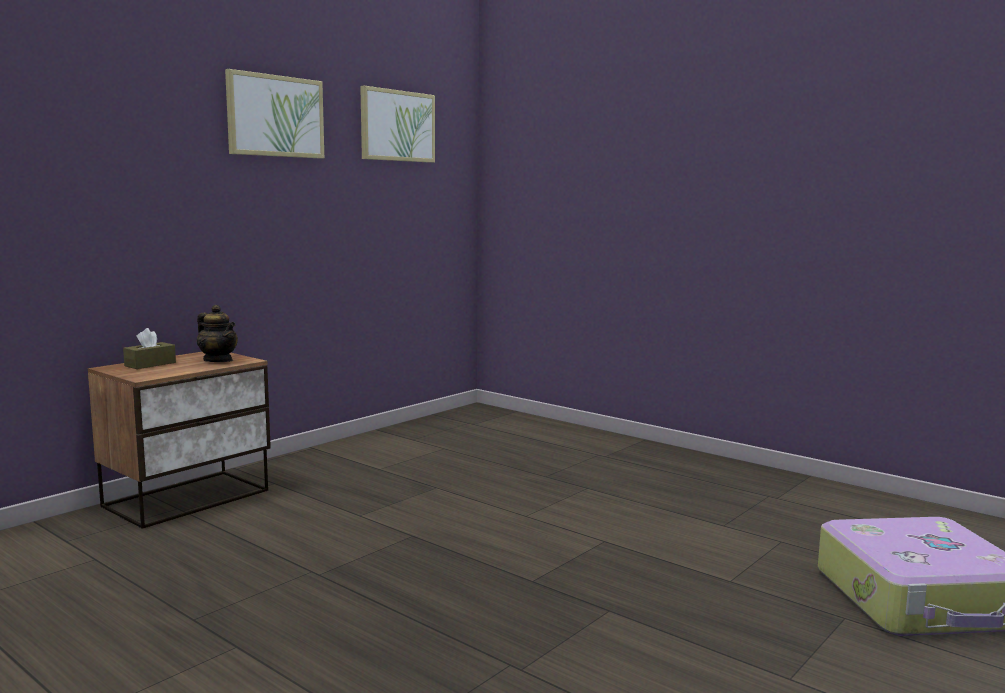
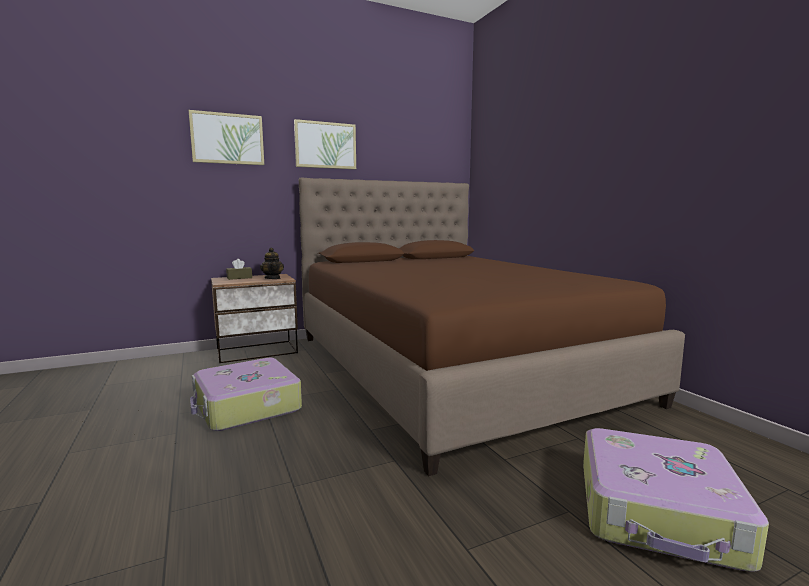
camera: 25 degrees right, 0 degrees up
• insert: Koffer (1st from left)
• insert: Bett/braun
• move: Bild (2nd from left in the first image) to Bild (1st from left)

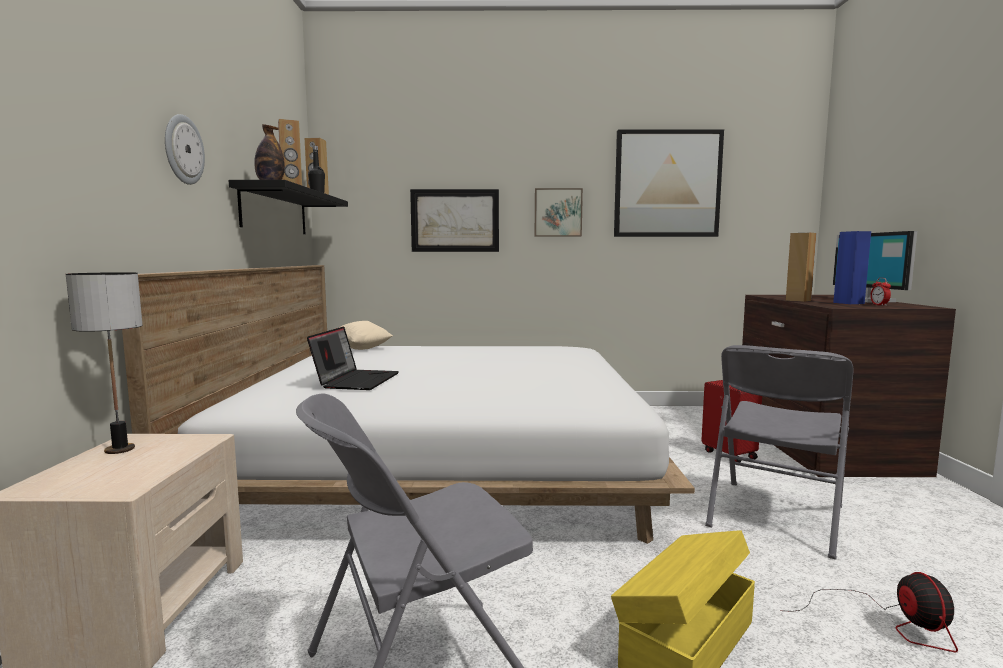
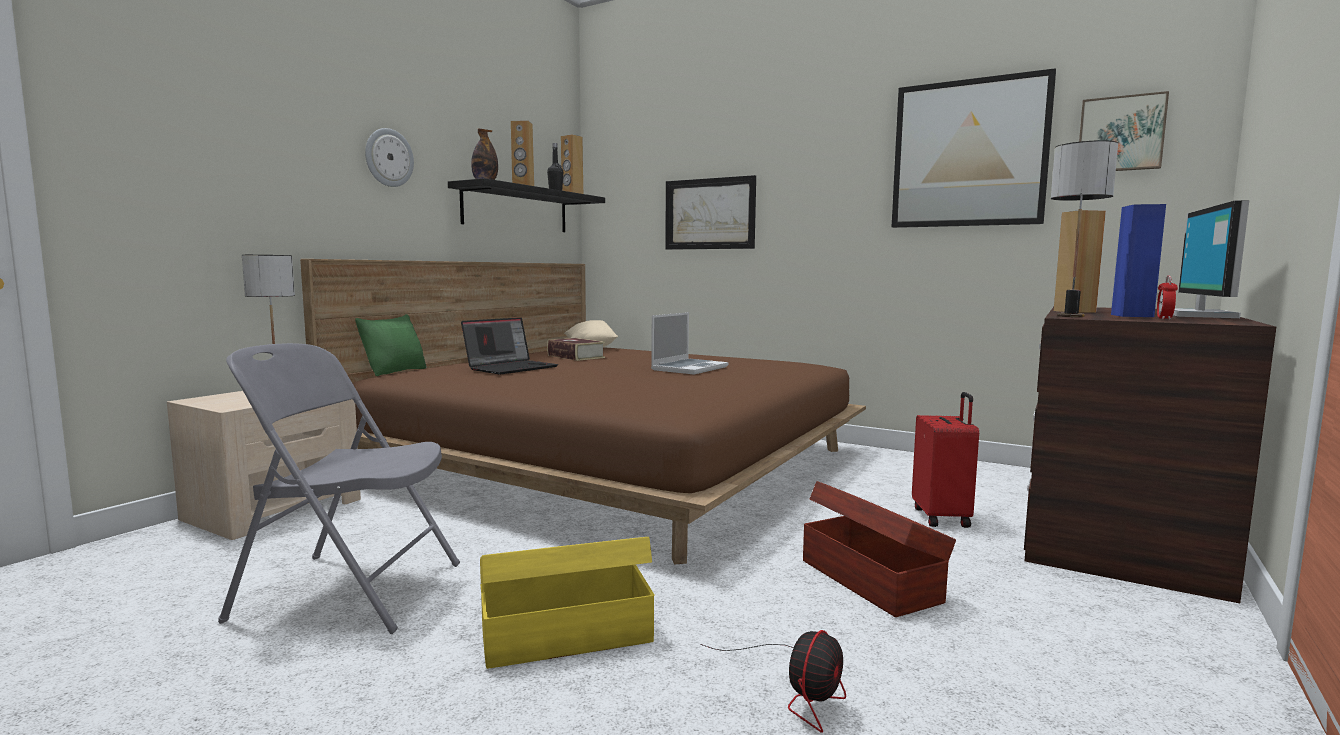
camera: 30 degrees right, 0 degrees up
• insert: Kissen/grün
• insert: Buch
• insert: Laptop (2nd from left)
• insert: Tischlampe (2nd from left)
• move: Bild (2nd from left in the first image) to Bild (3rd from left)
• replace: Stuhl/grau (2nd from left) to Aufbewahrungsbox/braun
• recolor: Bett/weiß to Bett/braun

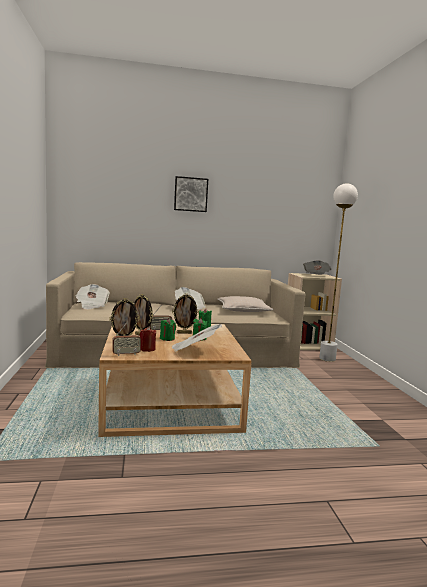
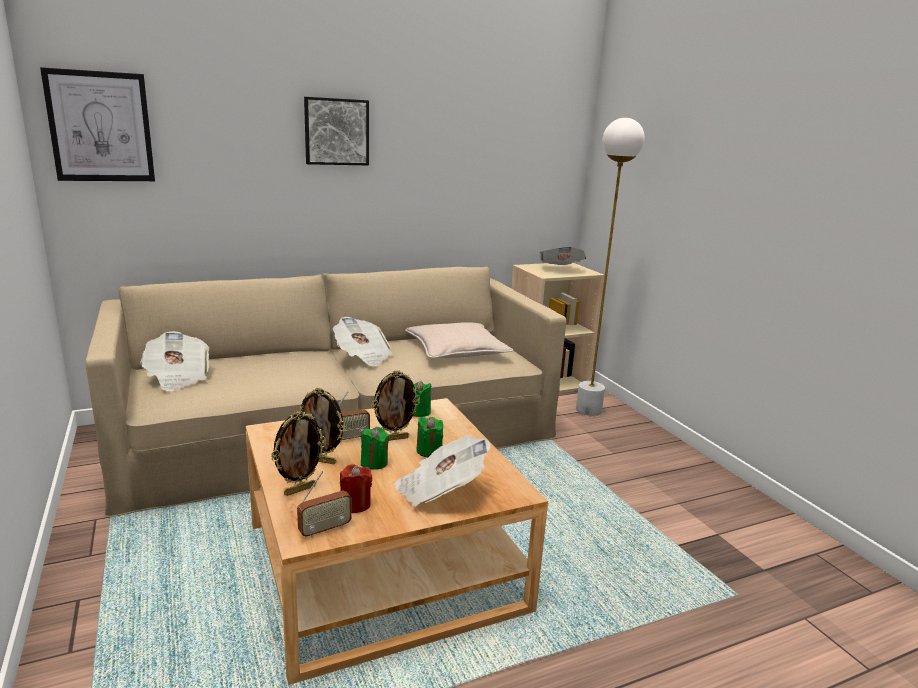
camera: 15 degrees left, 10 degrees up
• insert: Bild (1st from left)

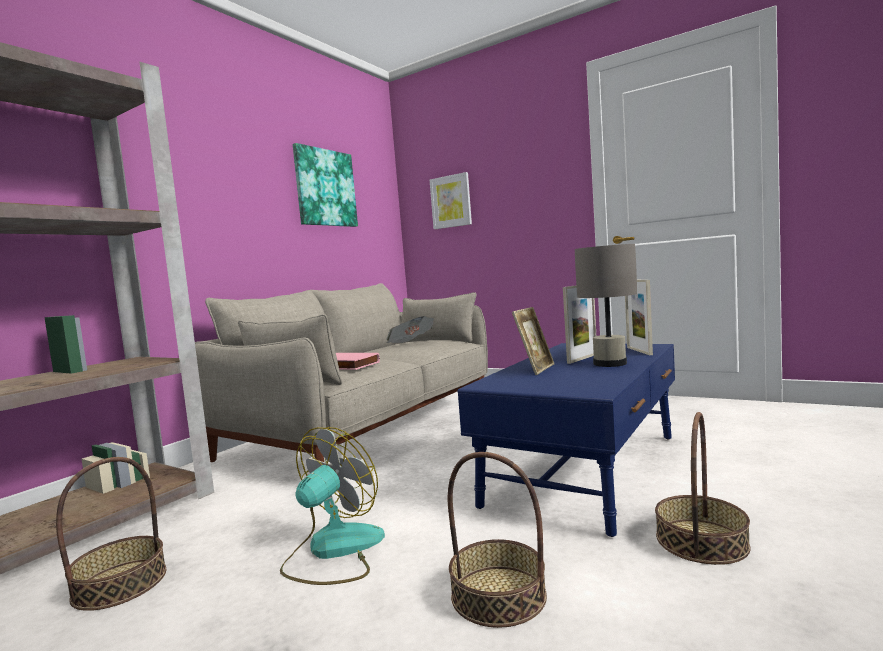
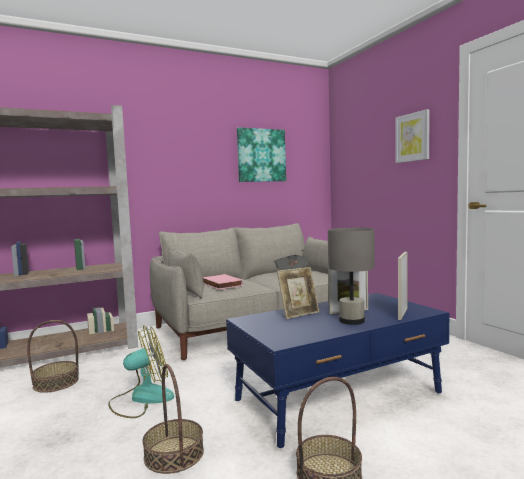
camera: 30 degrees right, 0 degrees up
• move: Bild (2nd from left)

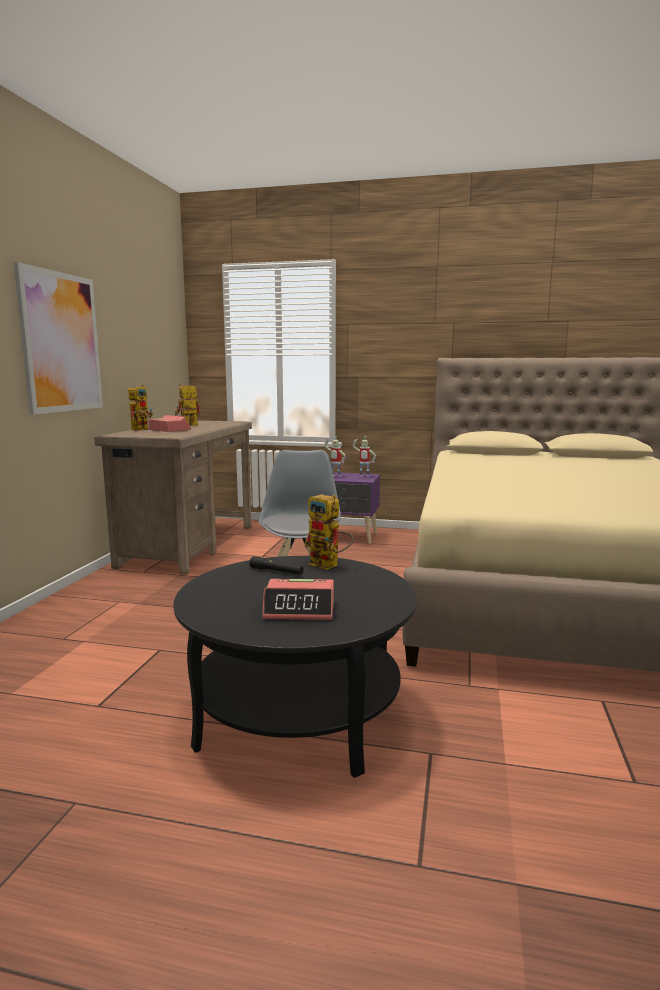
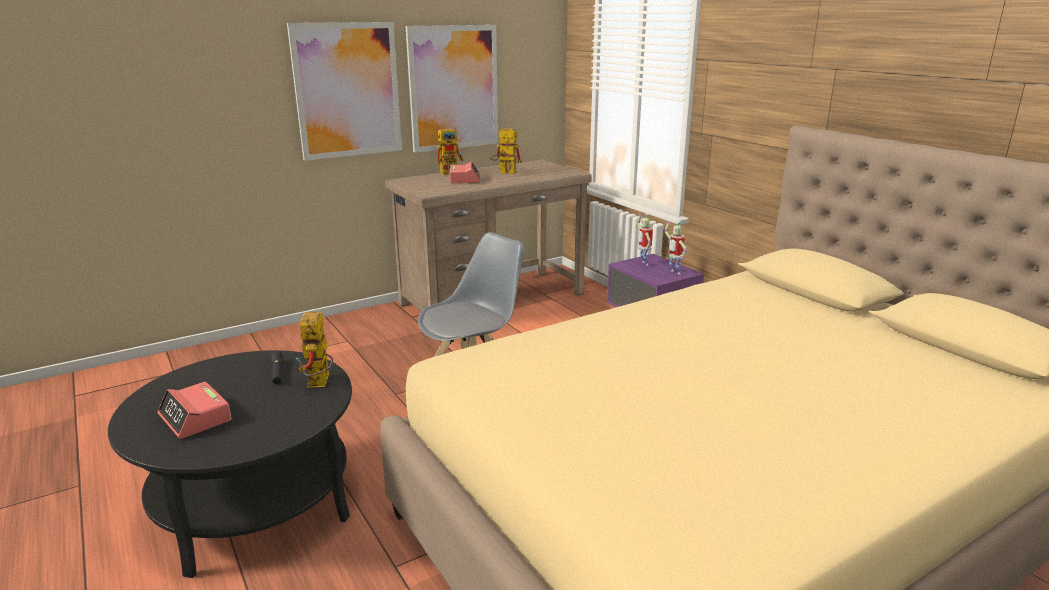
camera: 45 degrees right, 10 degrees up
• insert: Bild (2nd from left)

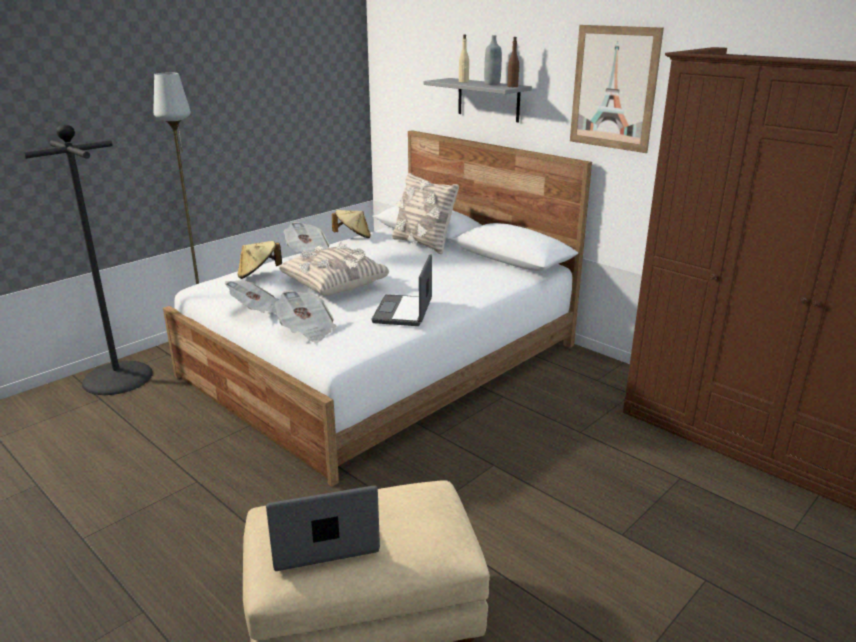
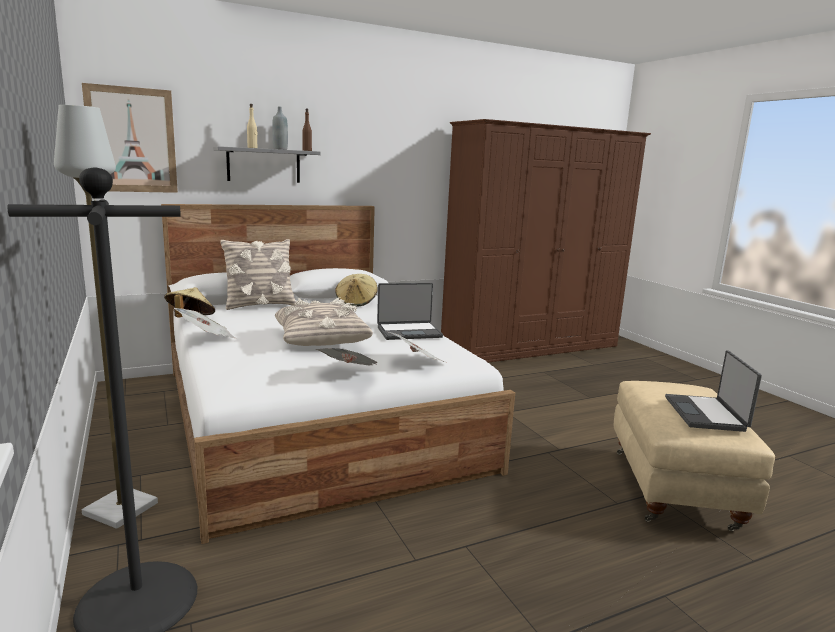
camera: 70 degrees left, 10 degrees down
• move: Hut/beige (1st from left in the first image) to Hut/beige (2nd from left)
• move: Bild
• rotate: Laptop (2nd from left in the first image) 45 degrees counterclockwise

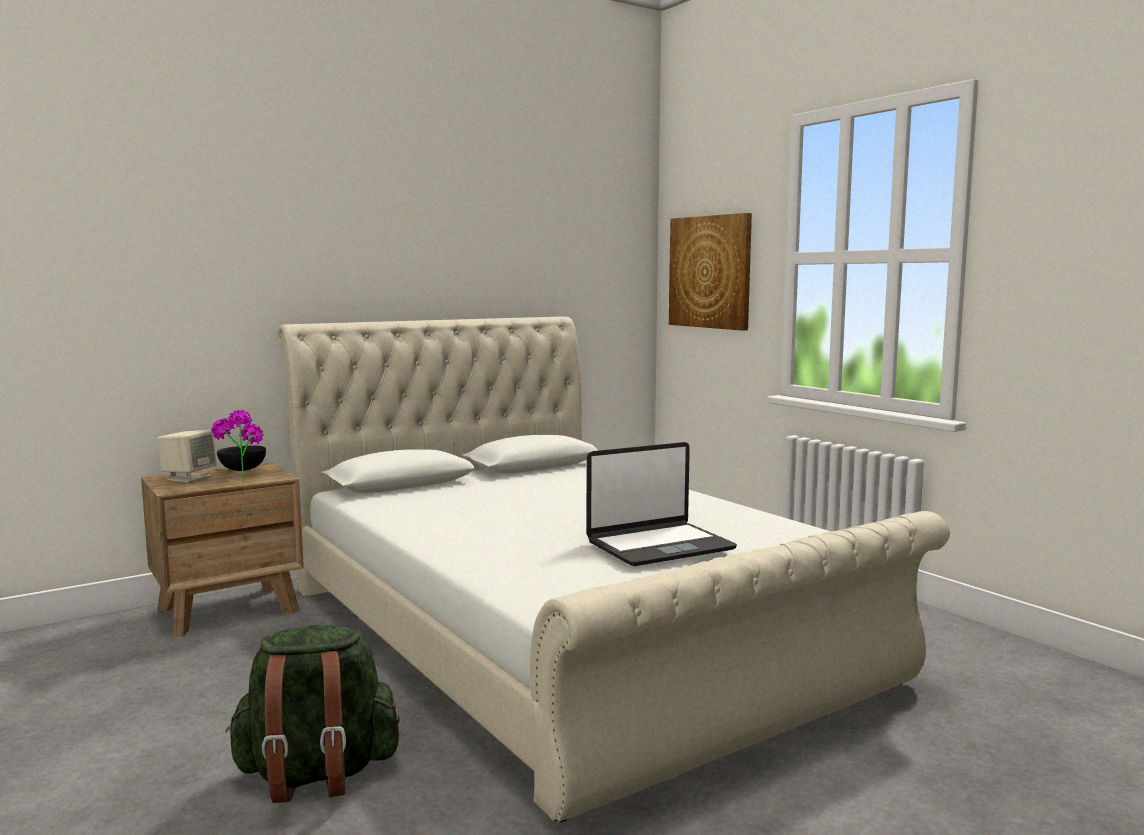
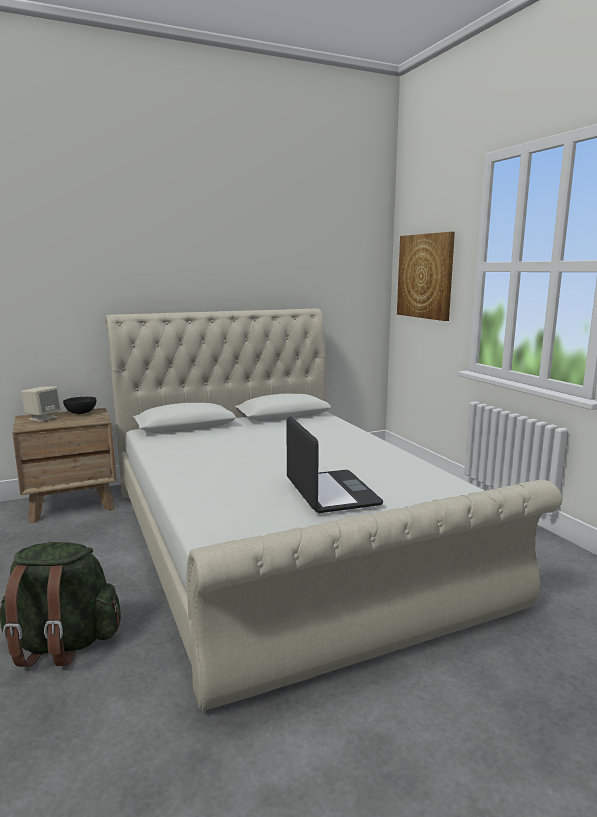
camera: 10 degrees right, 5 degrees up
• delete: Topfpflanze
• rotate: Laptop 90 degrees counterclockwise

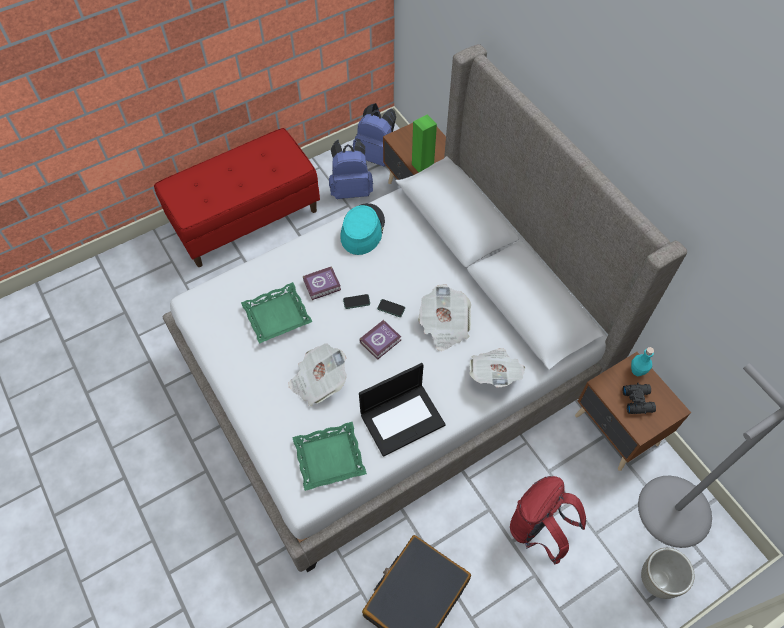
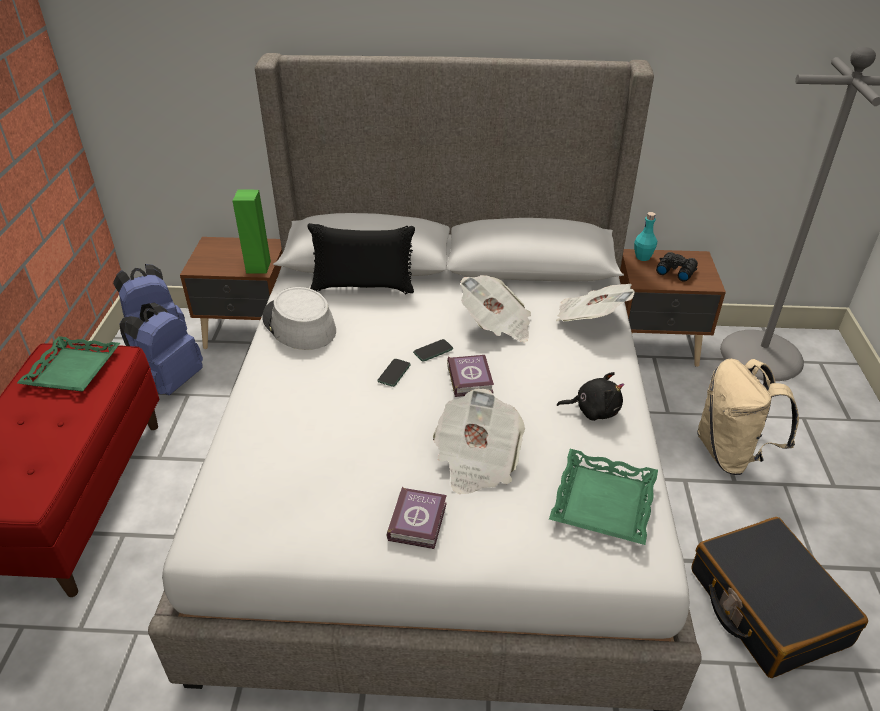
camera: 55 degrees left, 20 degrees down
• delete: Pflanzkübel/grau
• insert: Kissen/schwarz
• move: Tablett/grün (1st from left)
• move: Buch (1st from left)
• replace: Laptop to Plüschtier/schwarz
• recolor: Hut/türkis to Hut/grau
• recolor: Rucksack/rot to Rucksack/beige

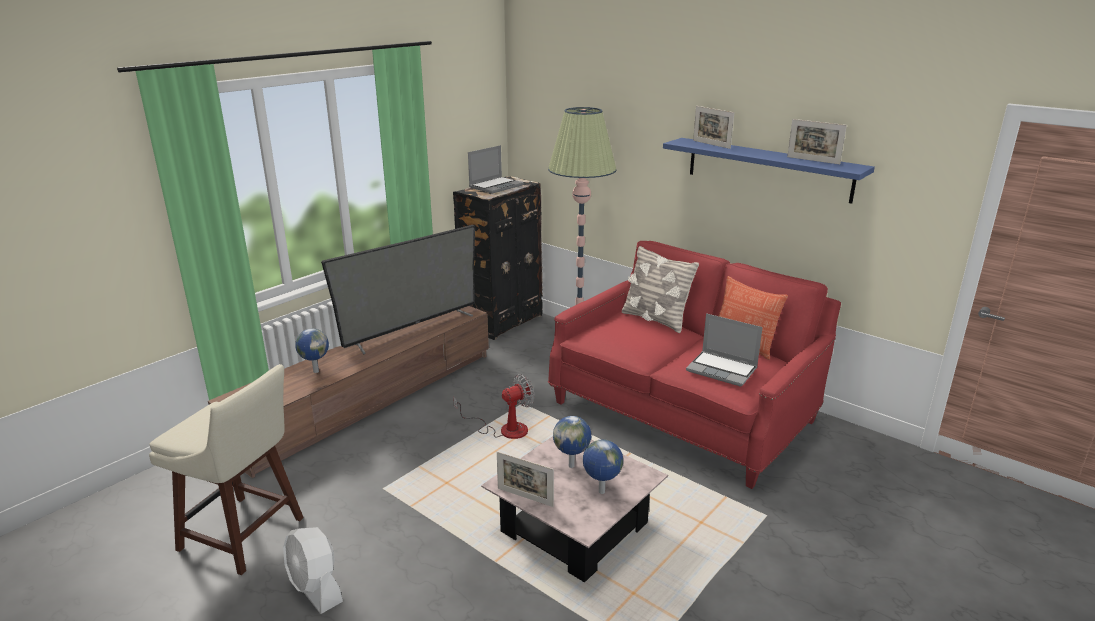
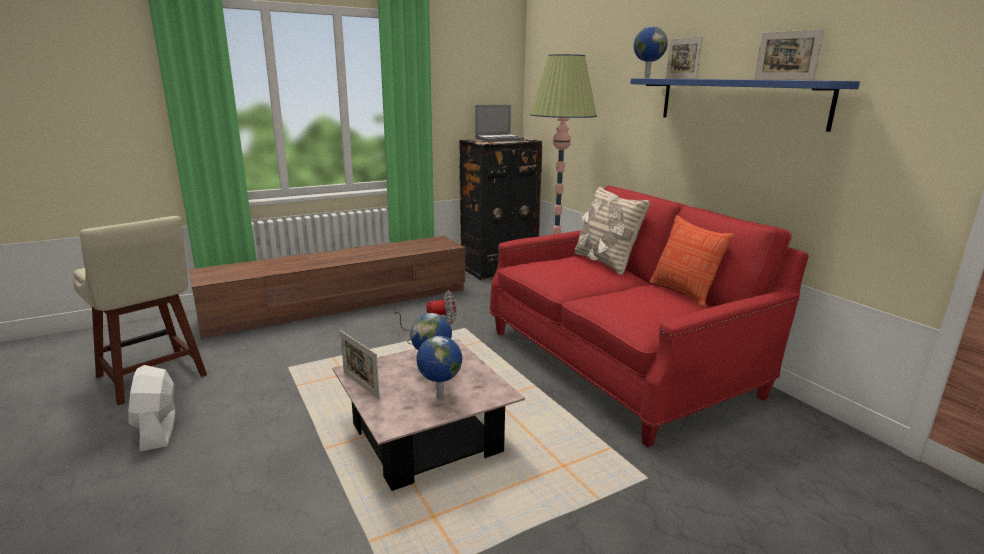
camera: 20 degrees right, 5 degrees down
• delete: Fernseher
• delete: Laptop (2nd from left)
• move: Globus (1st from left in the first image) to Globus (3rd from left)

